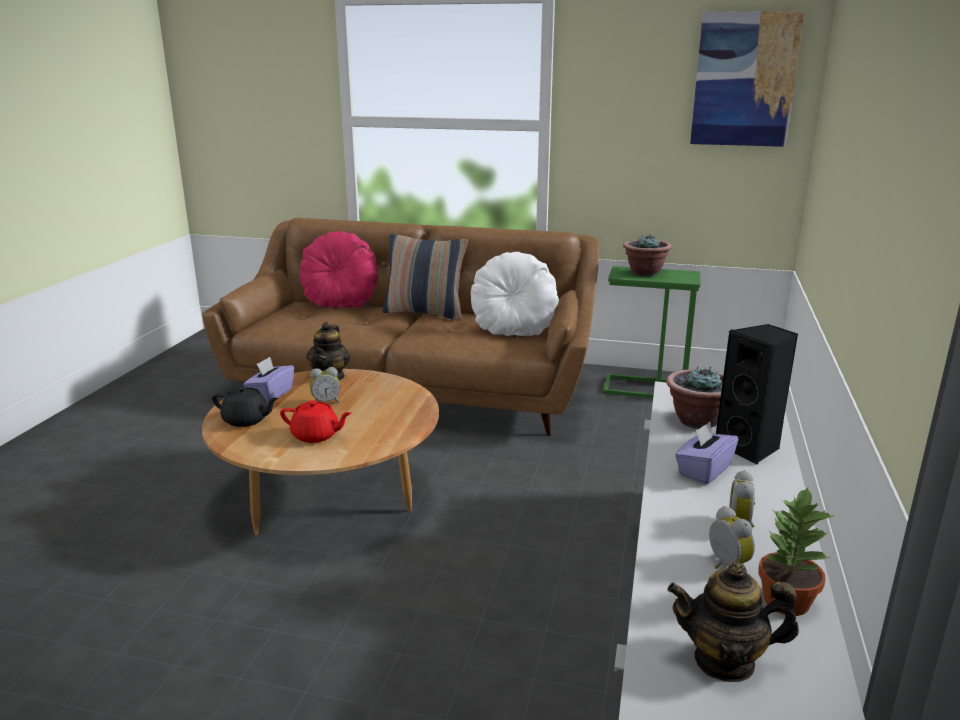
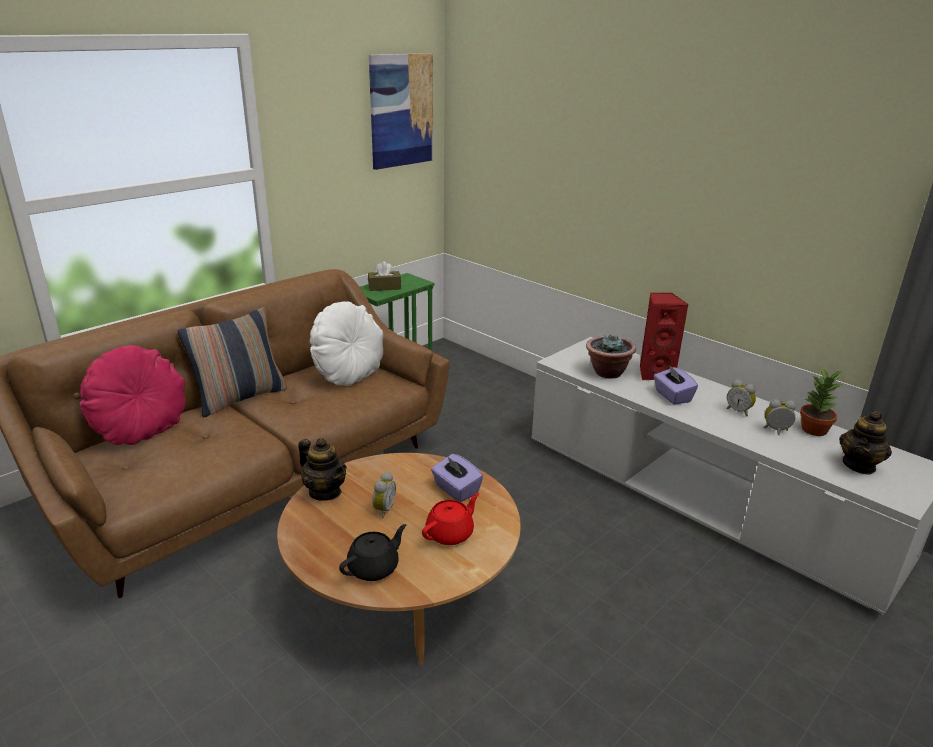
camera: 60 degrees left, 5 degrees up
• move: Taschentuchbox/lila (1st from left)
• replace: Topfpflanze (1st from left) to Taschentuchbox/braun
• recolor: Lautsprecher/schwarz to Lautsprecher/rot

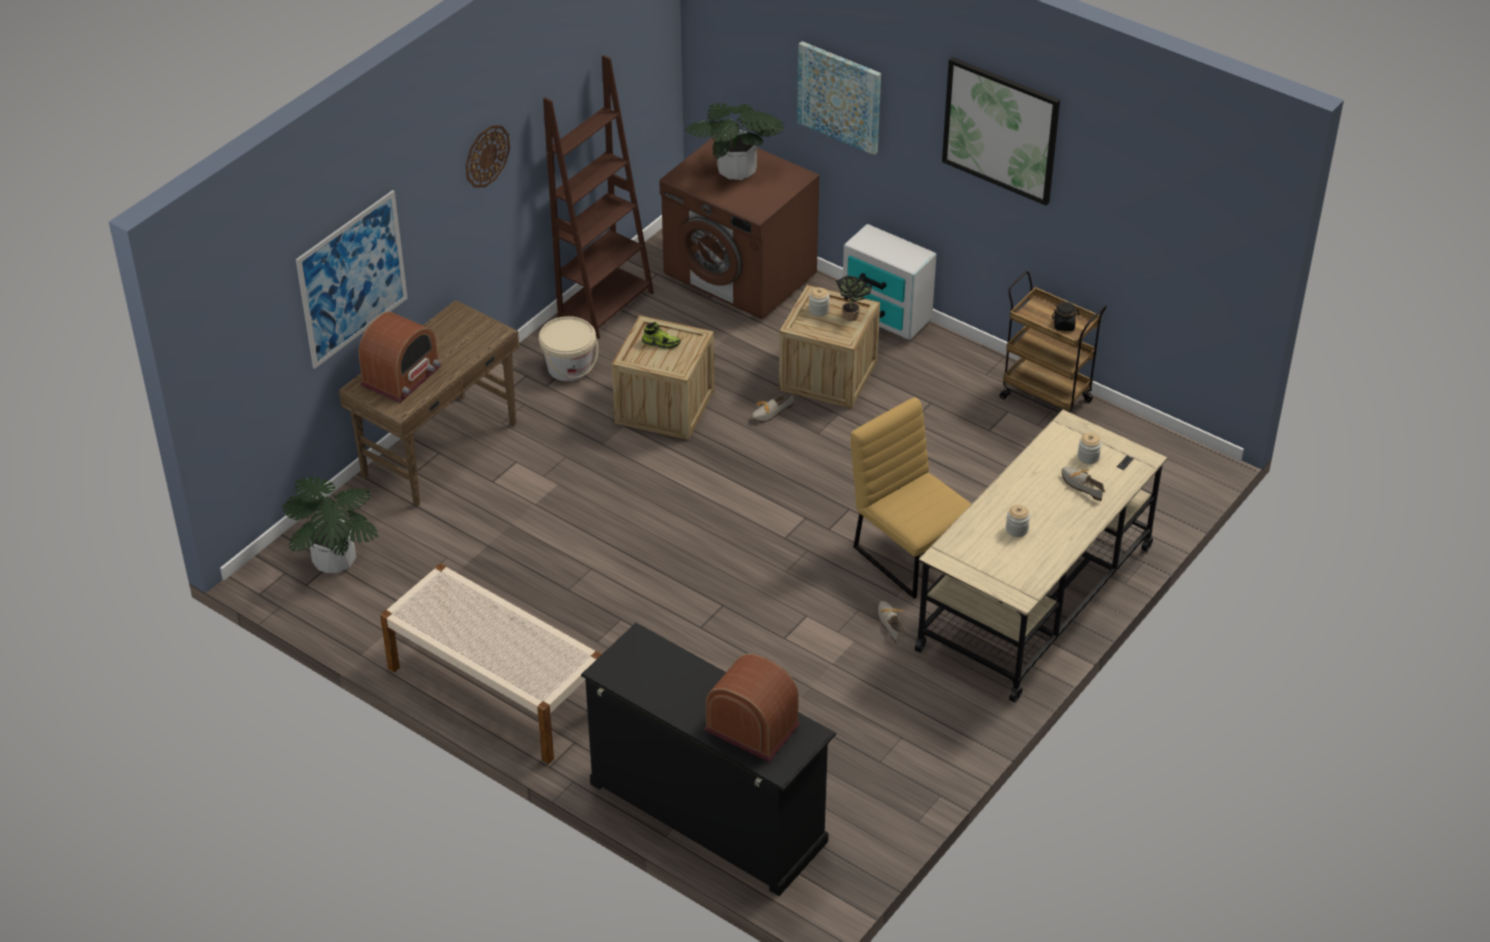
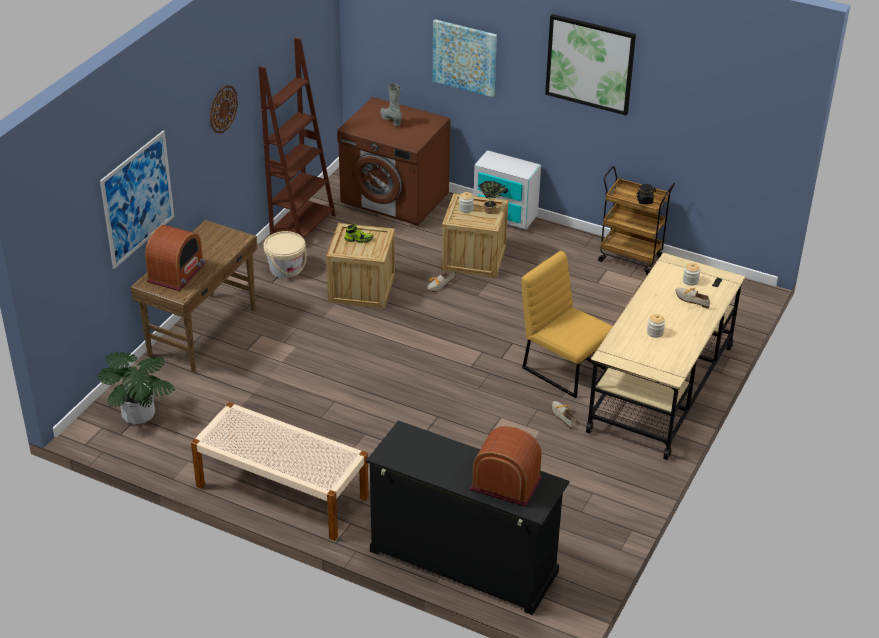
camera: 10 degrees left, 5 degrees down
• replace: Topfpflanze (2nd from left) to Stiefel/grau

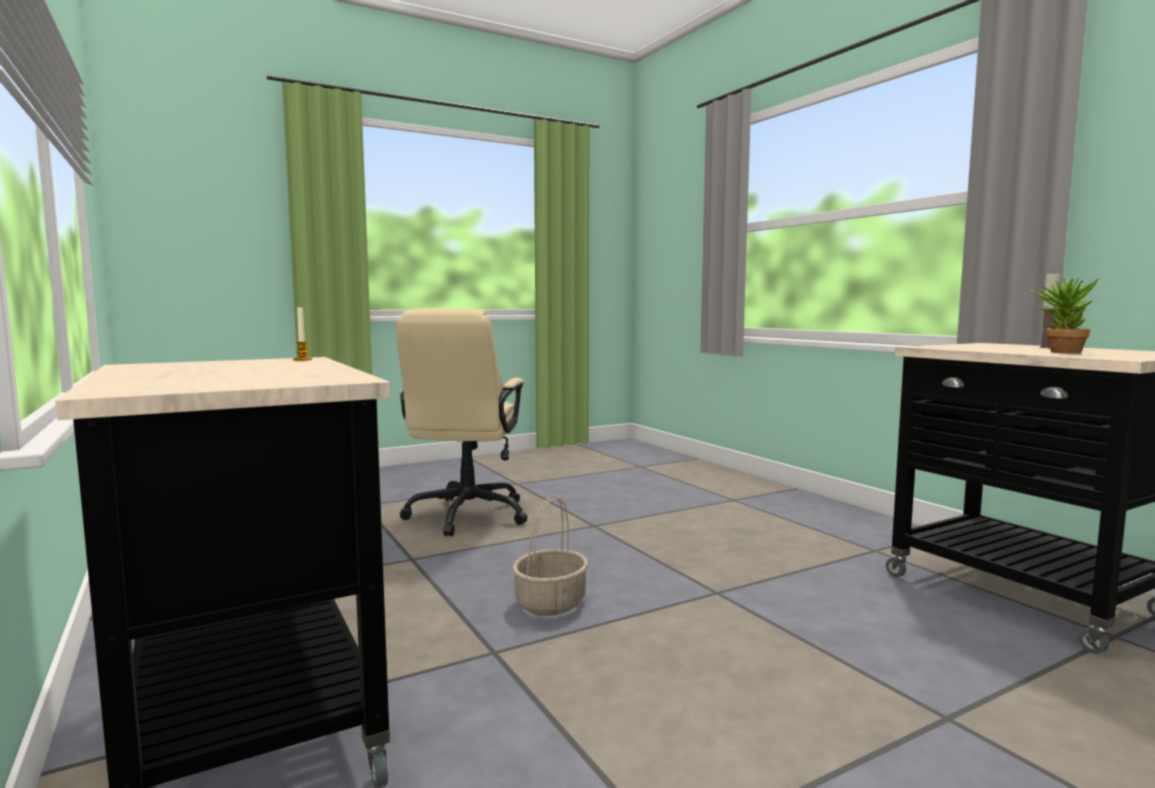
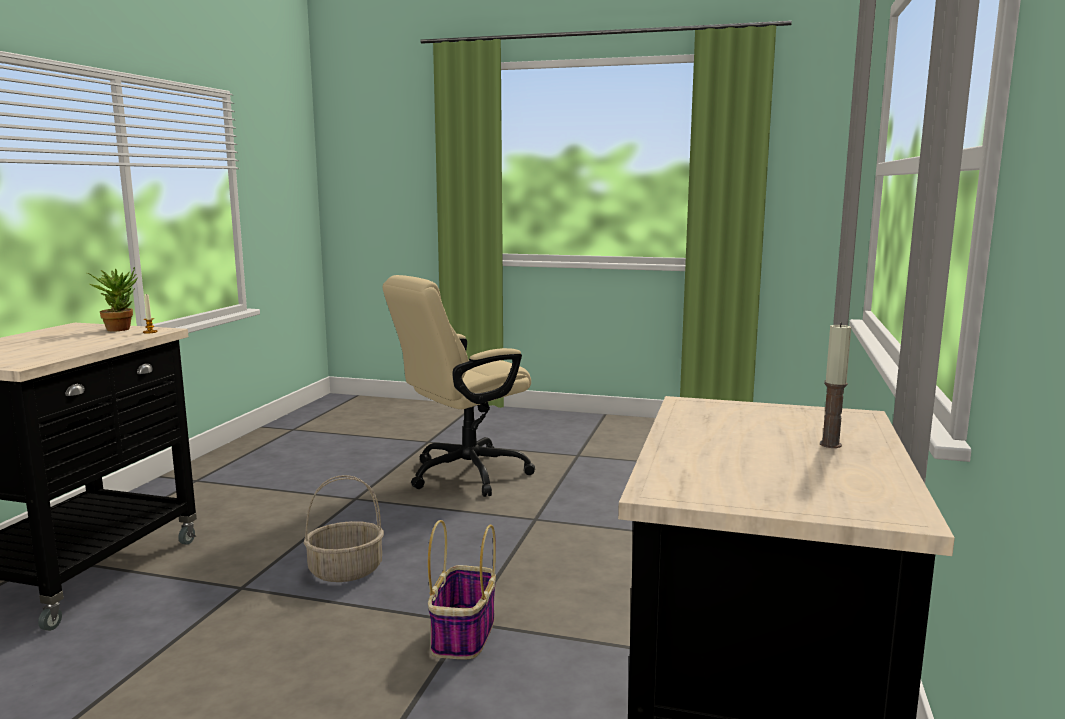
camera: 45 degrees right, 5 degrees up
• insert: Korb (2nd from left)
• move: Topfpflanze

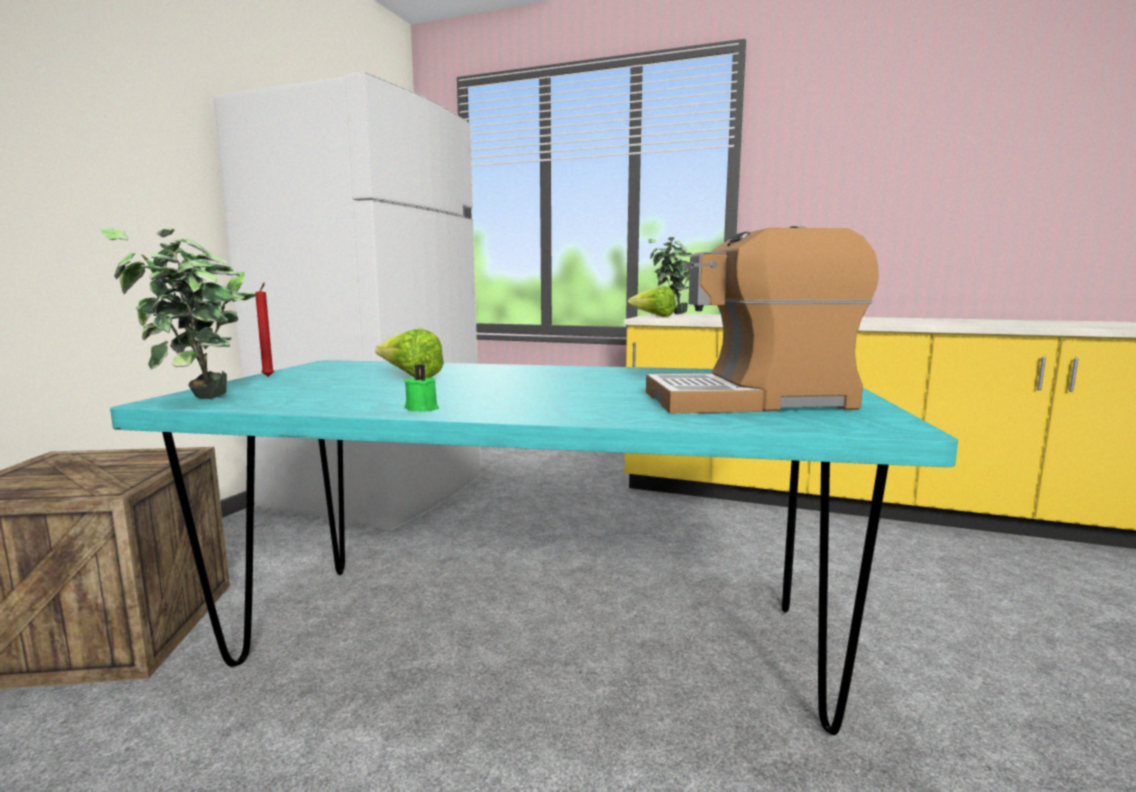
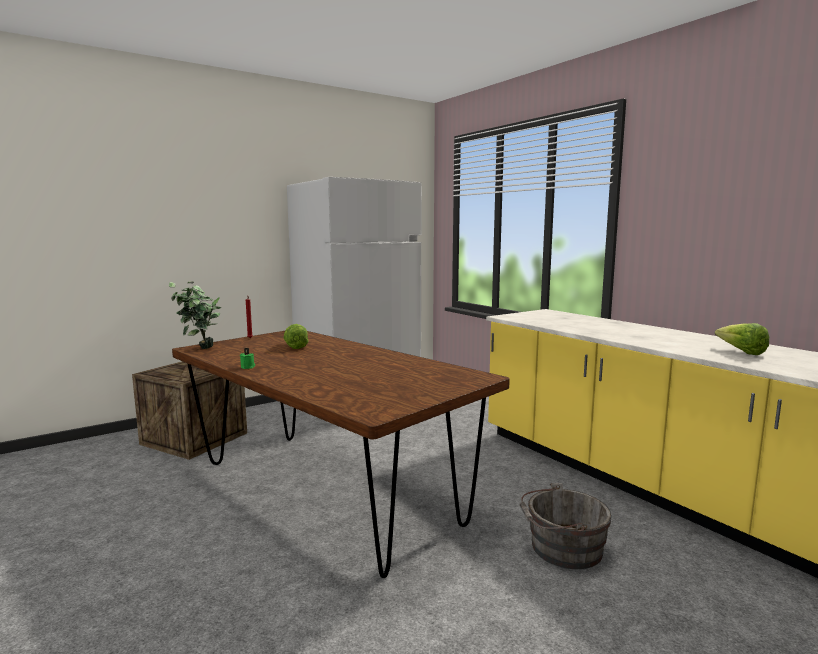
camera: 35 degrees right, 0 degrees up
• delete: Kaffeemaschine
• delete: Topfpflanze (2nd from left)
• insert: Eimer/grau
• move: Salatkopf (2nd from left)
• recolor: Esstisch/türkis to Esstisch/braun

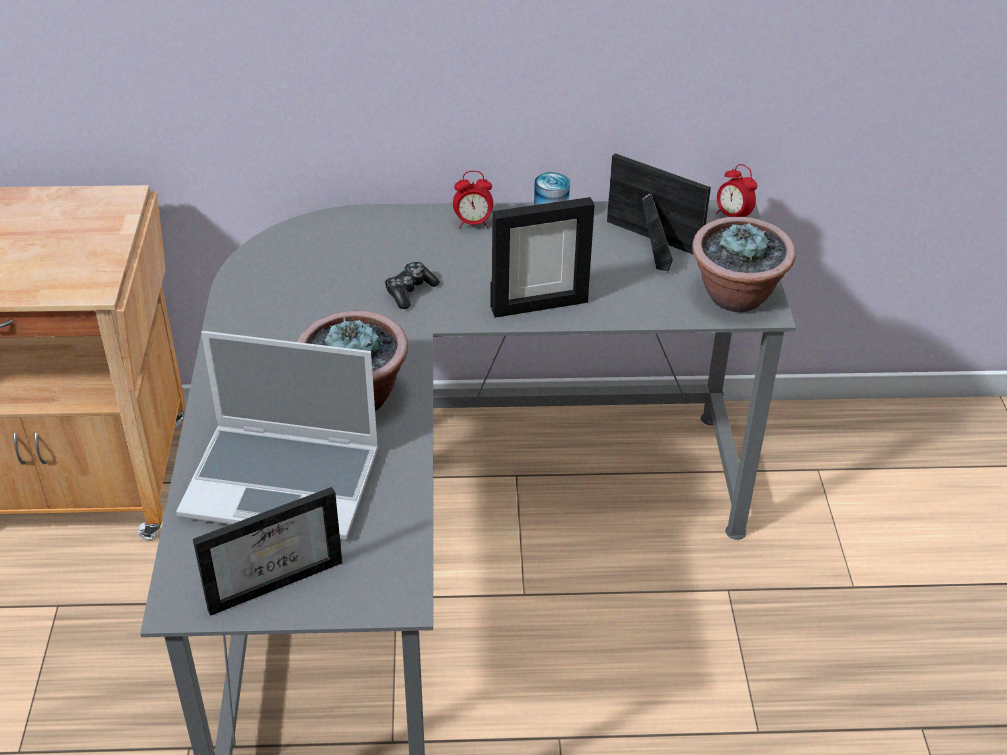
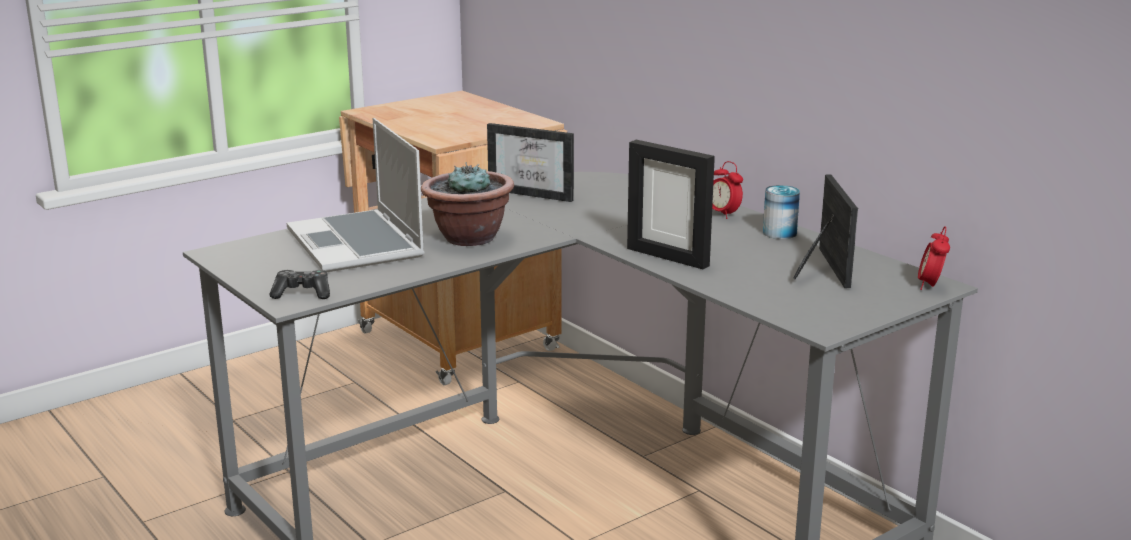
camera: 55 degrees right, 20 degrees down
• delete: Topfpflanze (2nd from left)
• move: Bilderrahmen (1st from left)
• move: Gamepad

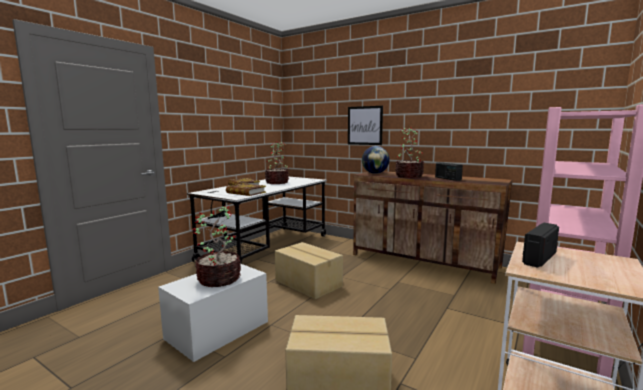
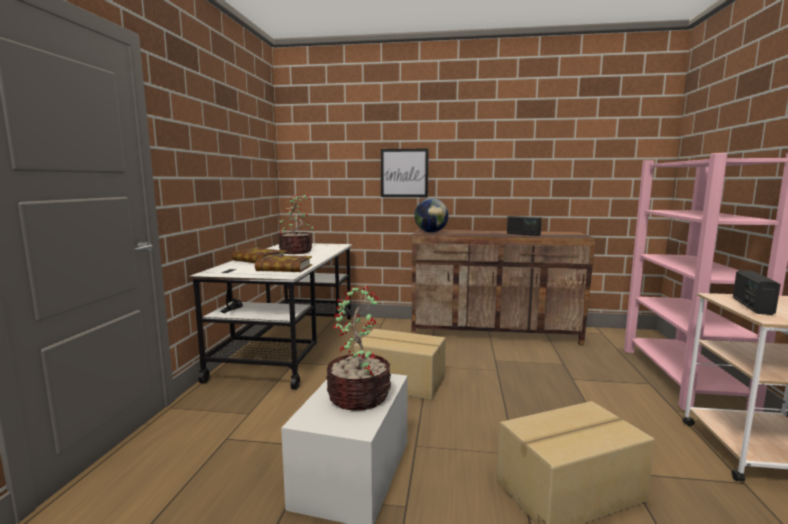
camera: 25 degrees left, 0 degrees up
• delete: Topfpflanze (3rd from left)

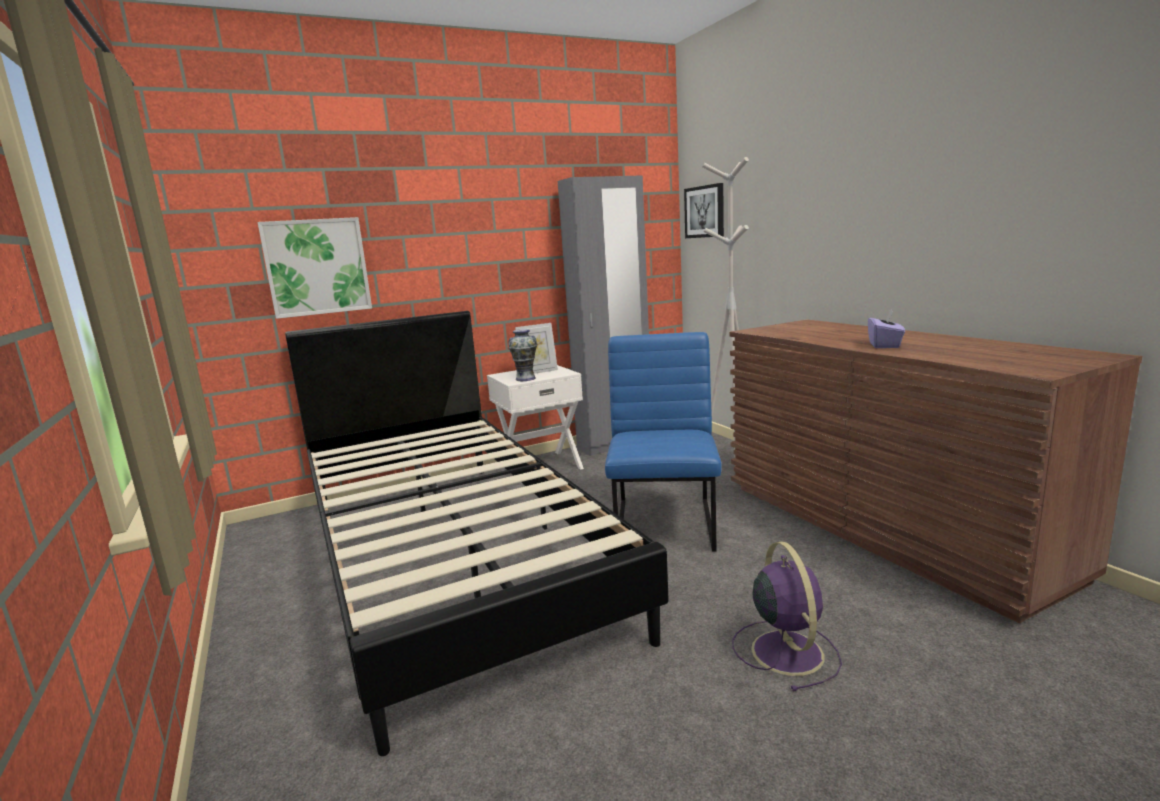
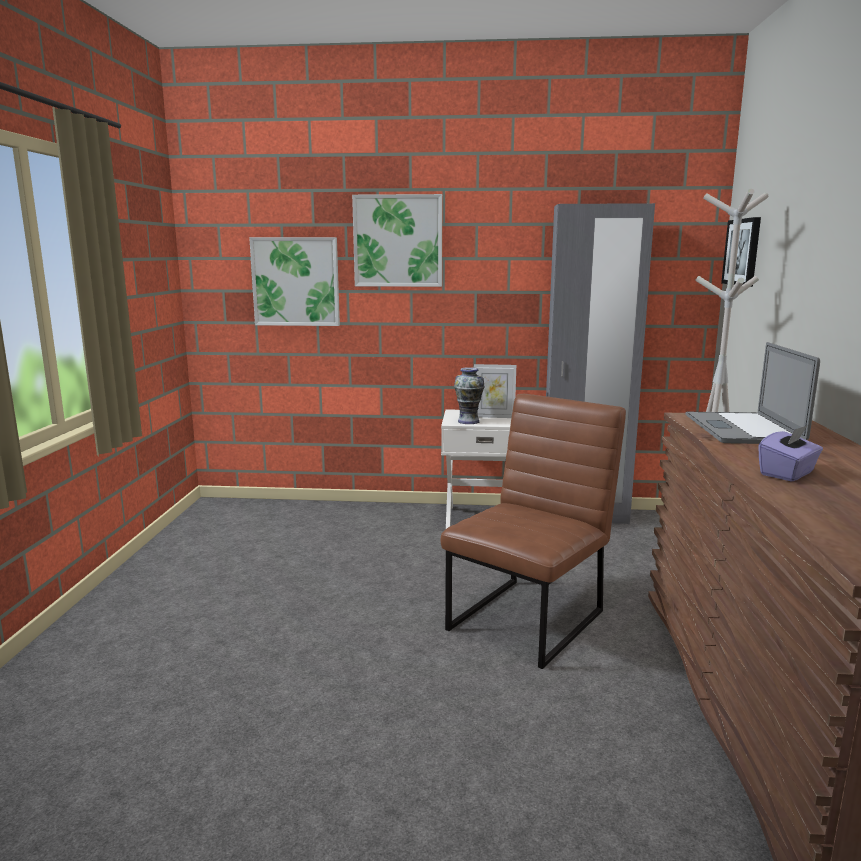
camera: 30 degrees right, 0 degrees up
• delete: Bett/schwarz
• delete: Ventilator/lila
• insert: Bild (2nd from left)
• insert: Laptop
• recolor: Stuhl/blau to Stuhl/braun

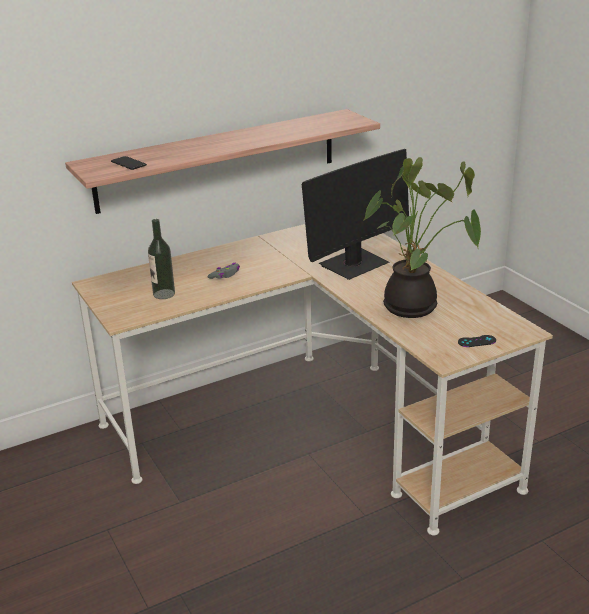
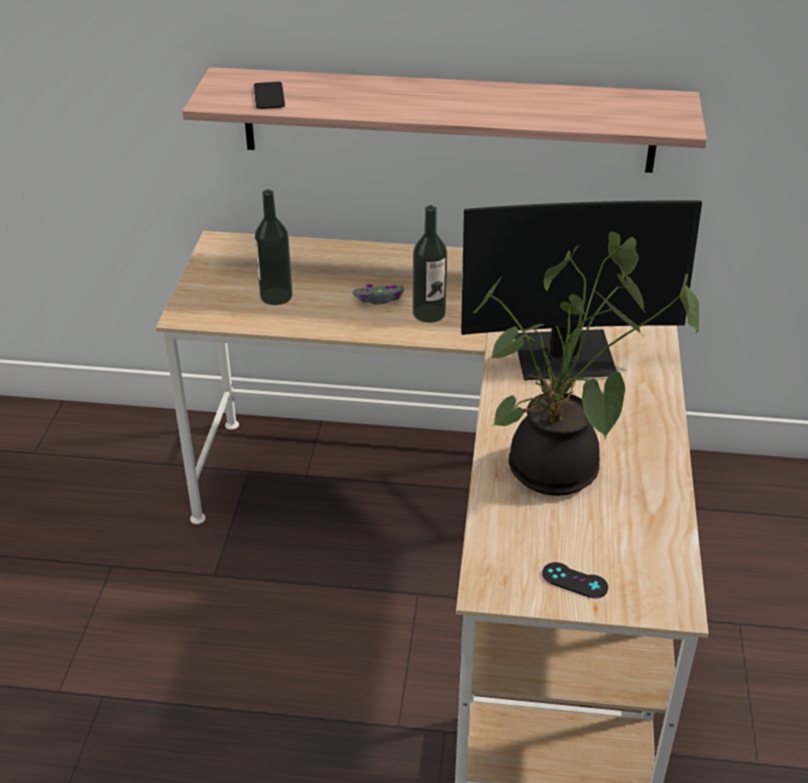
camera: 35 degrees right, 10 degrees up
• insert: Flasche (2nd from left)

